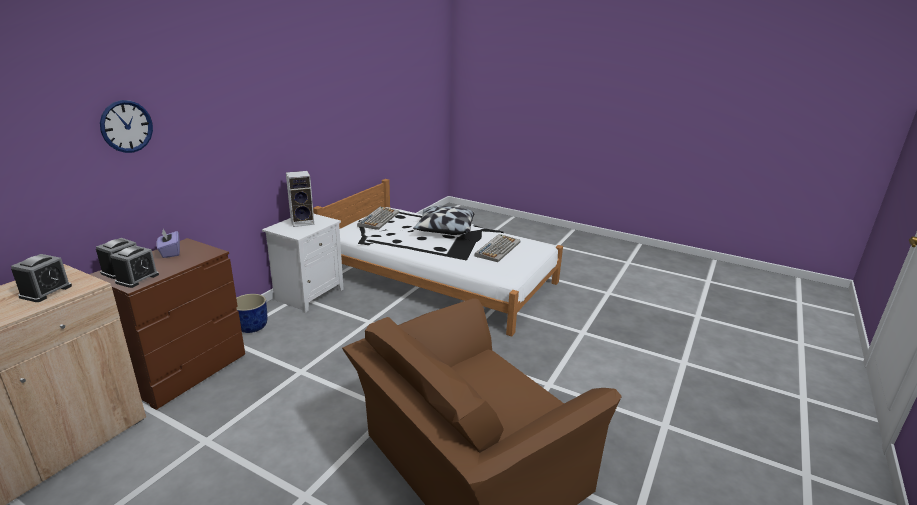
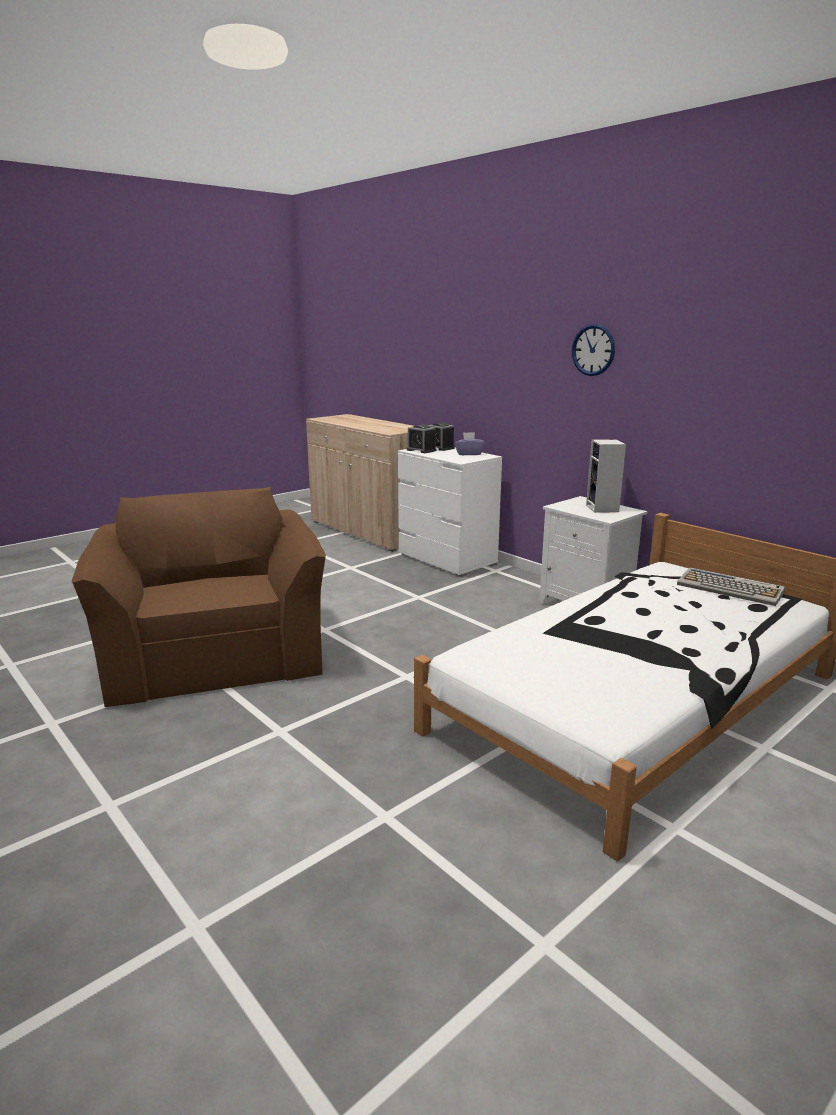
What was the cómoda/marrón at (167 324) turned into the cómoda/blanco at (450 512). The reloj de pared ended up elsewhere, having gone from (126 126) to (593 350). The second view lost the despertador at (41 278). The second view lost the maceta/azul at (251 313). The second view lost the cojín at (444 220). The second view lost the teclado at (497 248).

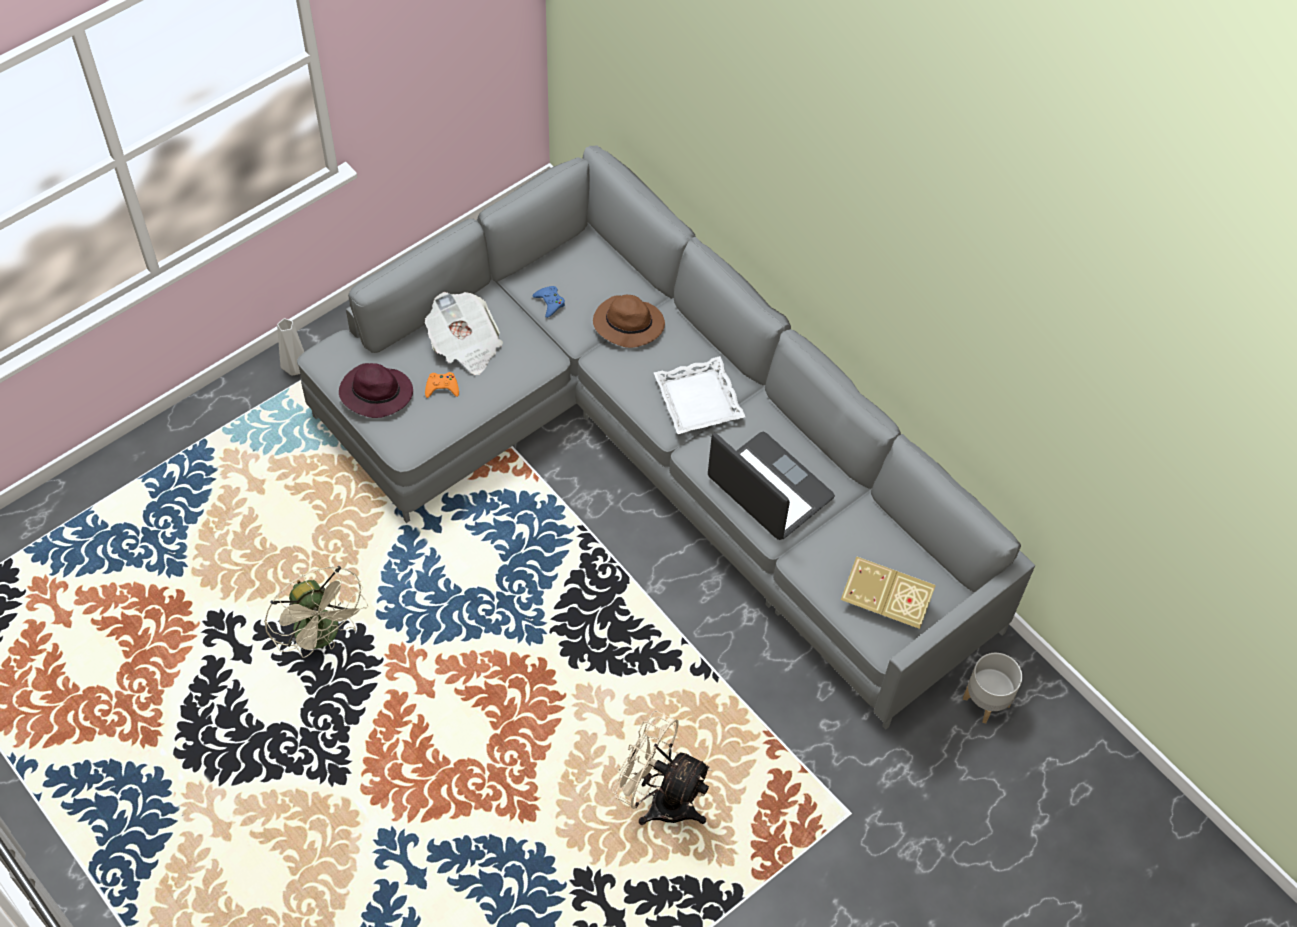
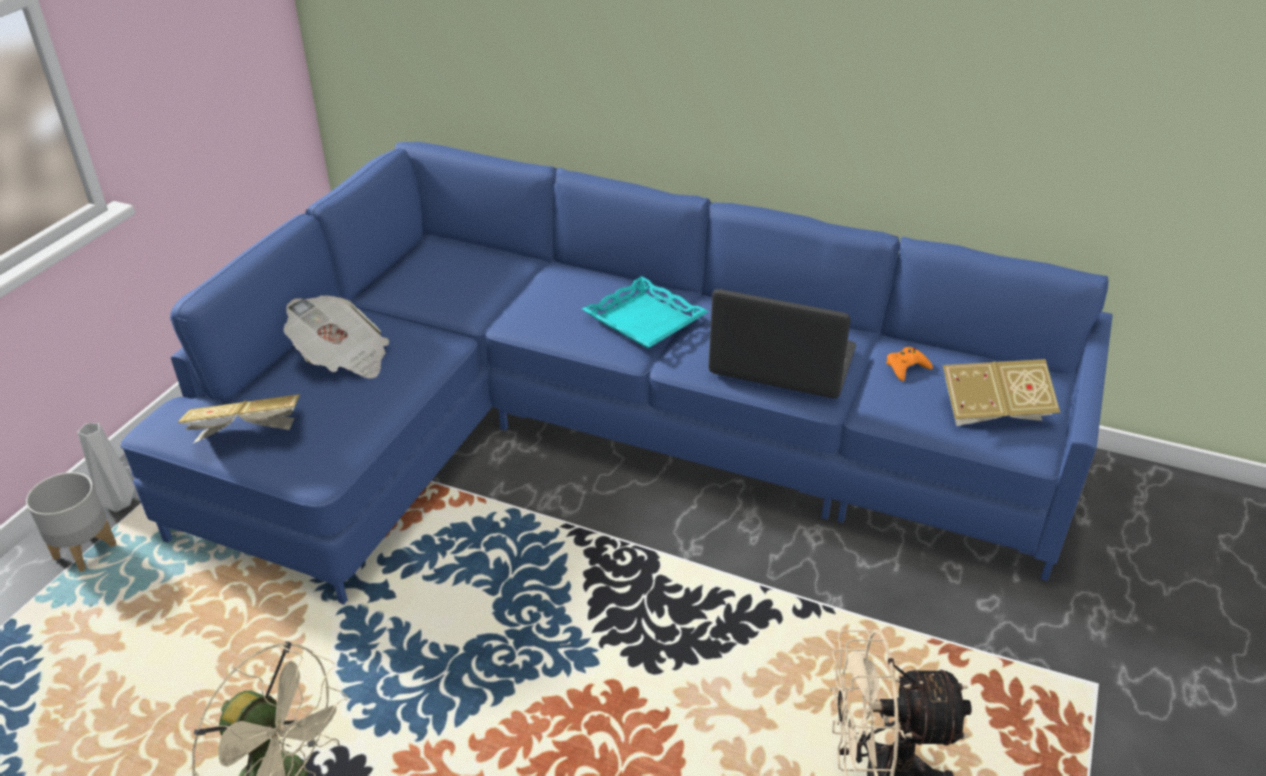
The maceta/gris ended up elsewhere, having gone from (992 688) to (71 522). What was the sofá/gris at (666 437) turned into the sofá/azul at (617 373). Where the sombrero/morado stood at (376 390), the libro came to stand at (239 418). What was the bandeja/blanco at (699 395) turned into the bandeja/turquesa at (645 312). The mando de consola/naranja ended up elsewhere, having gone from (442 385) to (909 364). The second view lost the mando de consola/azul at (549 302). The second view lost the sombrero/marrón at (629 321).

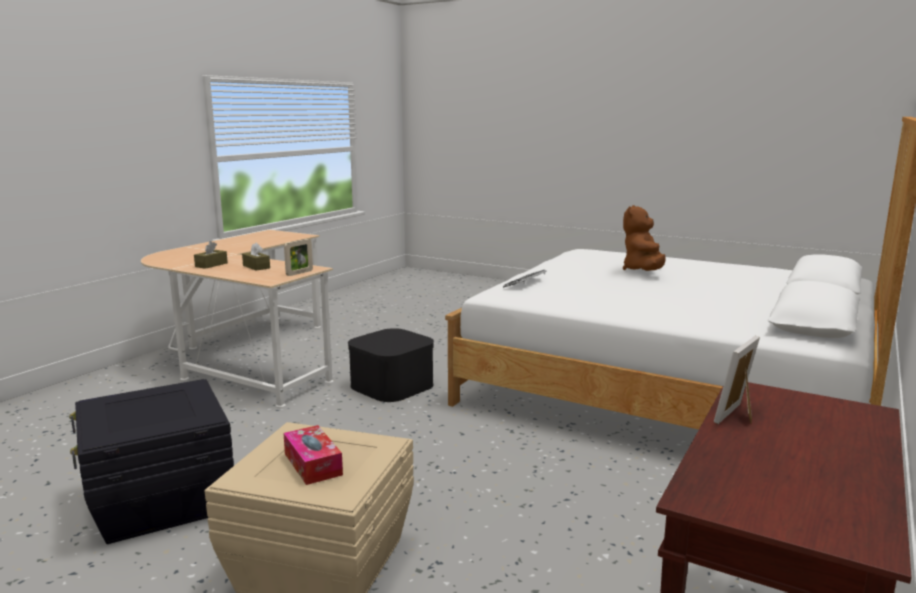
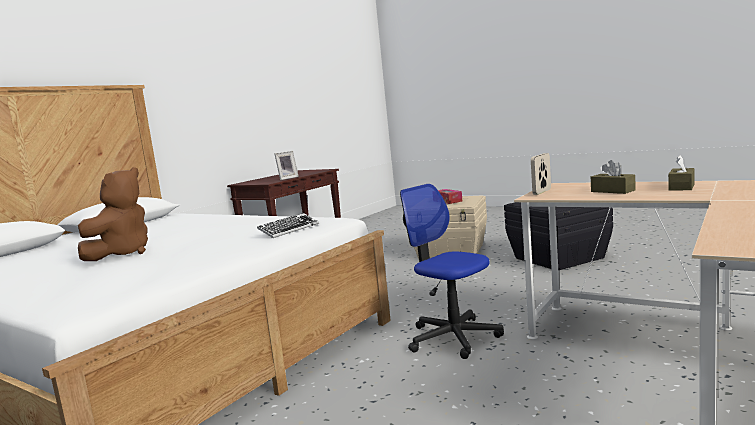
Where the caja de almacenaje/negro stood at (391 365), the silla de oficina came to stand at (452 271).

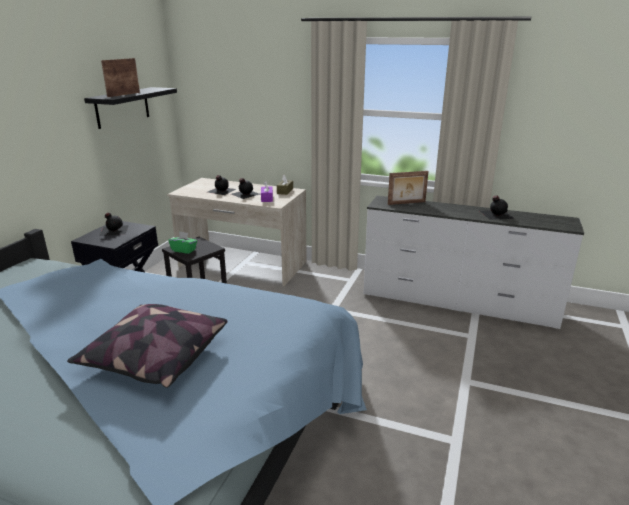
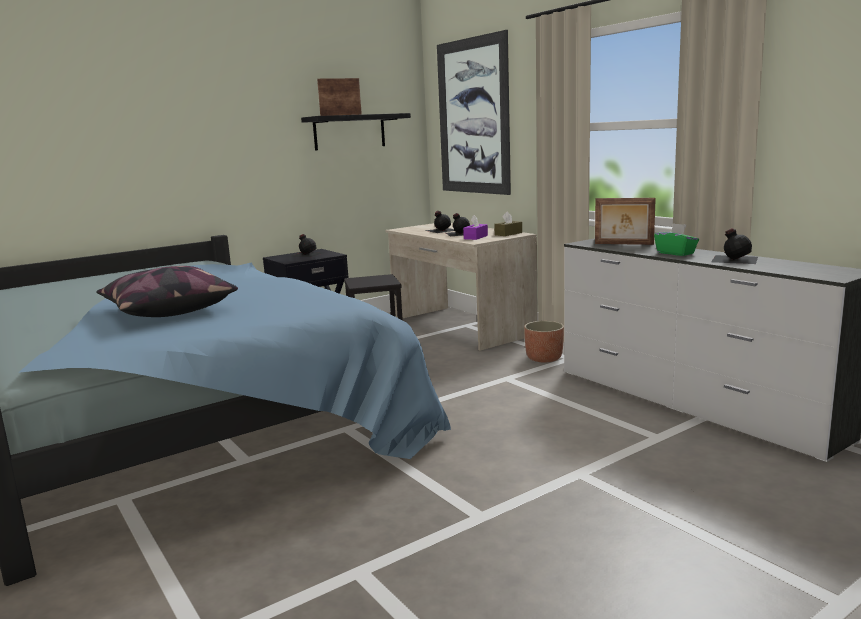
The second view gained the cuadro at (474 112). The second view gained the maceta at (544 341). The caja de pañuelos/verde ended up elsewhere, having gone from (182 242) to (676 239).

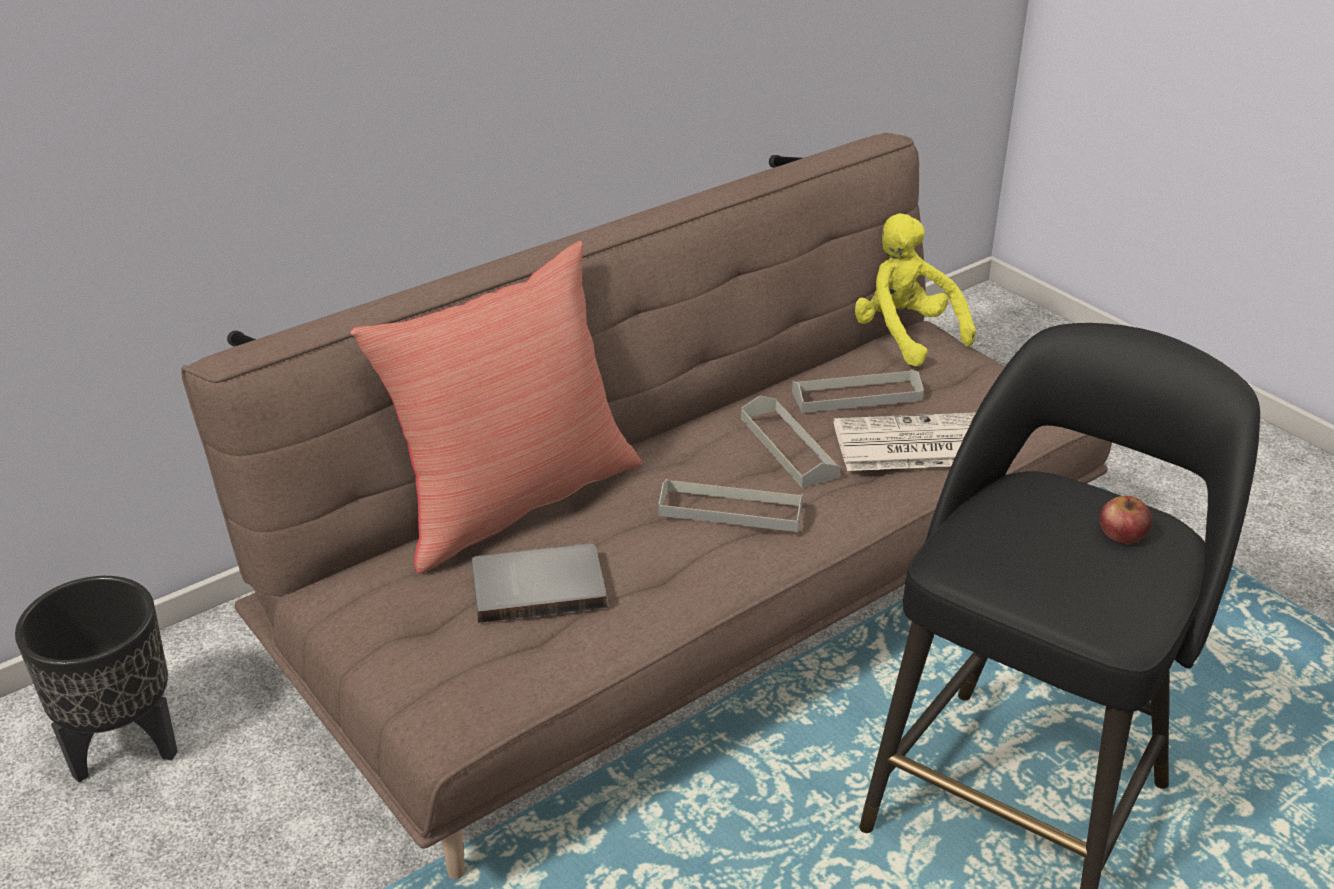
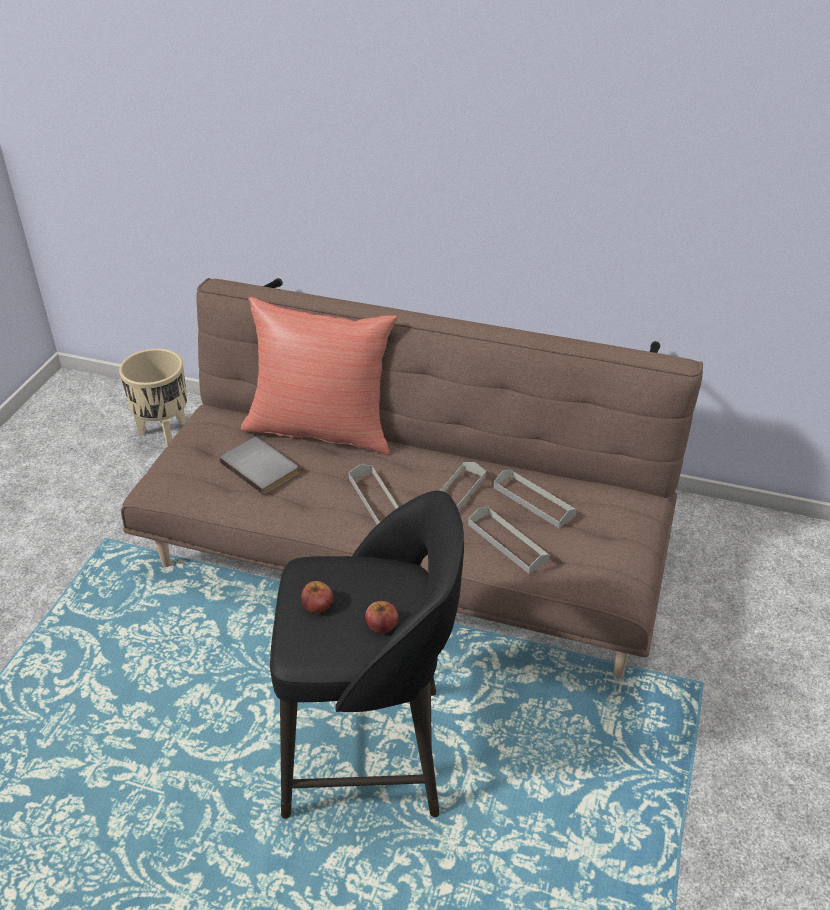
What was the maceta/negro at (96 679) turned into the maceta/beis at (153 398). The second view gained the manzana at (317 597). Where the periódico stood at (905 441), the bandeja/gris came to stand at (509 540). The second view lost the peluche/amarillo at (915 289).

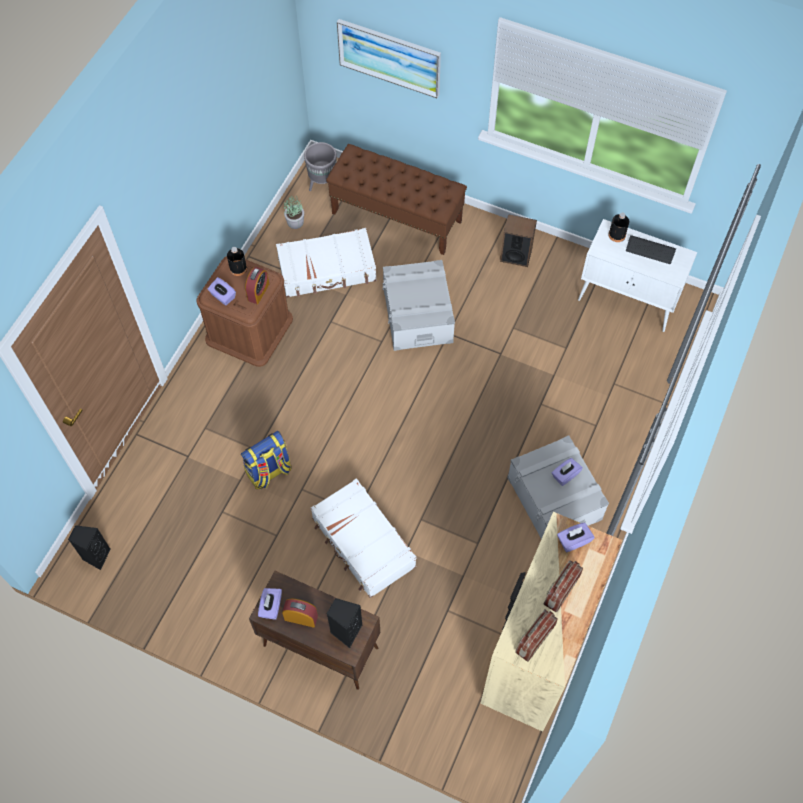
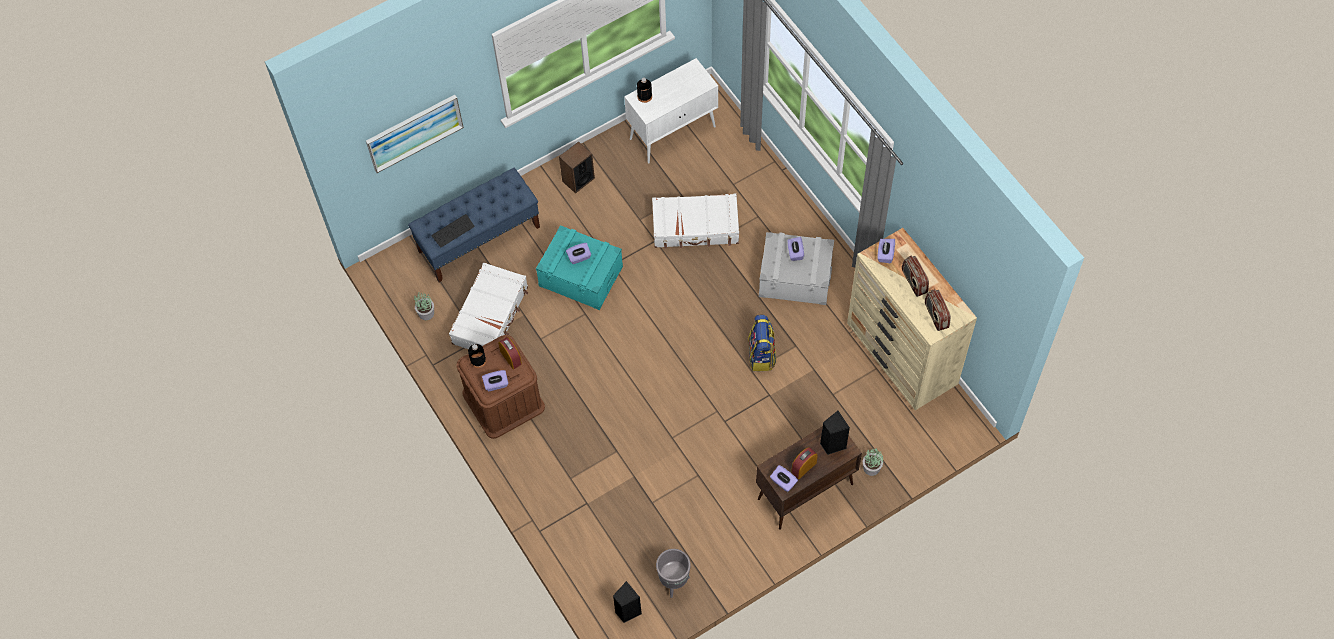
What was the banco/marrón at (396 199) turned into the banco/azul at (474 225). The teclado ended up elsewhere, having gone from (651 249) to (452 230). What was the caja de almacenaje/gris at (418 305) turned into the caja de almacenaje/turquesa at (579 267). The second view gained the caja de pañuelos/morado at (578 253). The maleta/blanco ended up elsewhere, having gone from (363 538) to (695 221). The maceta/gris ended up elsewhere, having gone from (320 166) to (673 573). The mochila ended up elsewhere, having gone from (266 460) to (762 343). The second view gained the planta en maceta at (873 462).

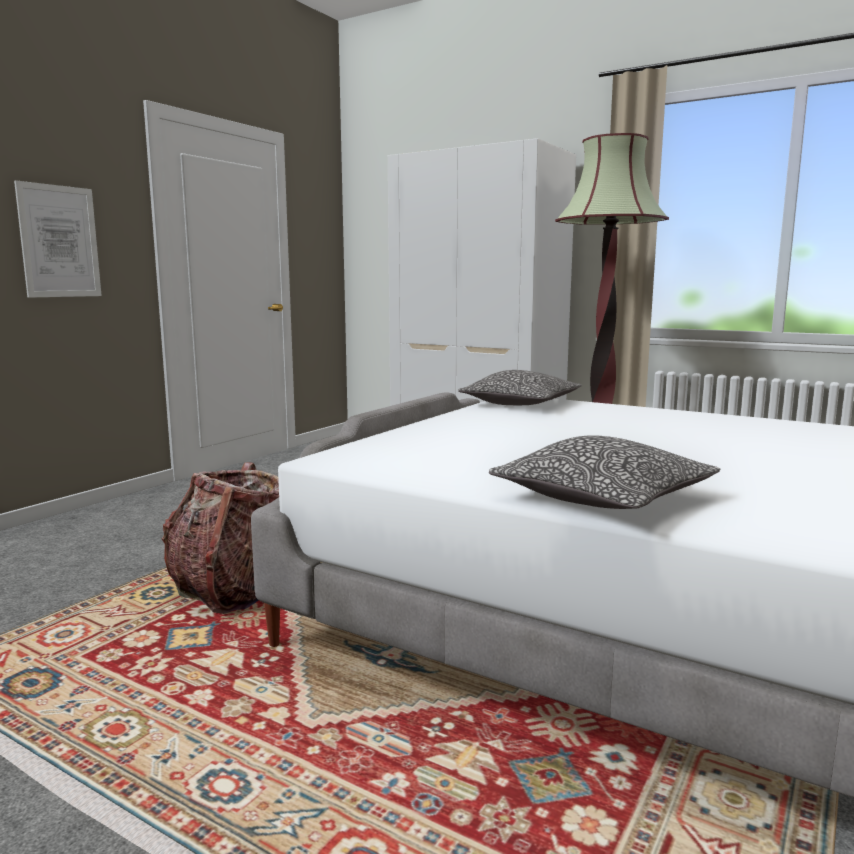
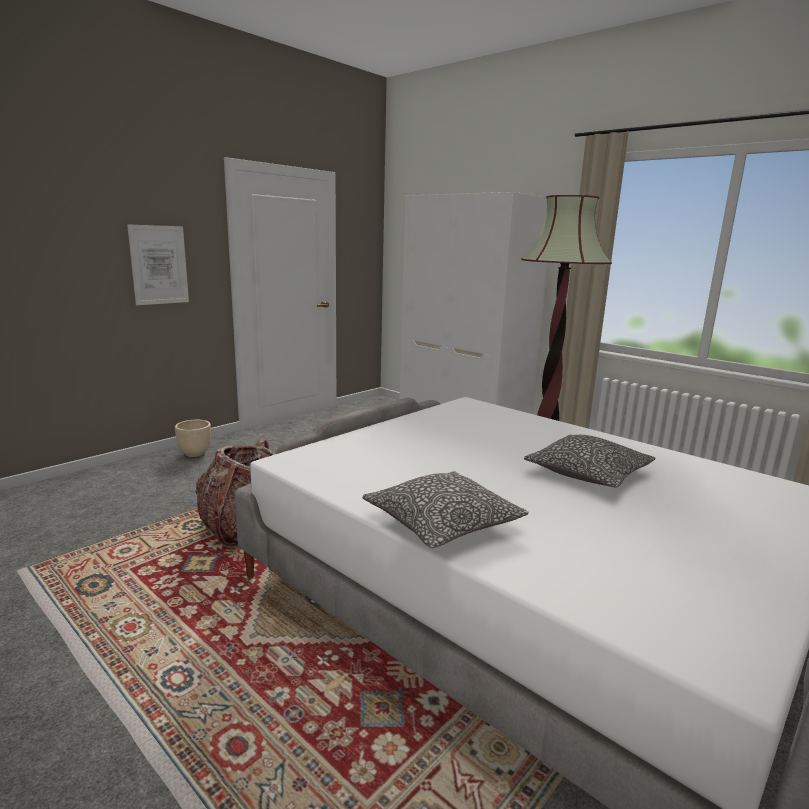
The second view gained the maceta/beis at (193 438). The cojín ended up elsewhere, having gone from (520 387) to (590 461).

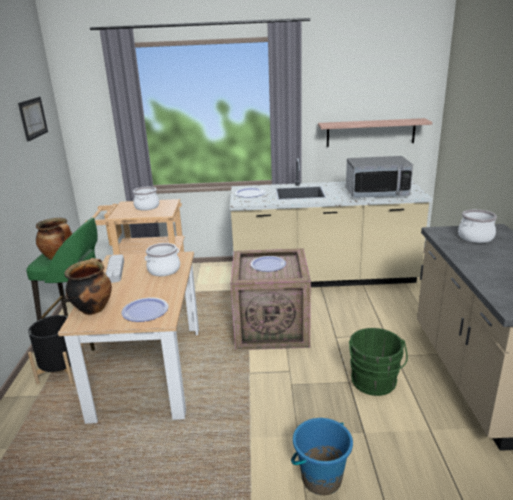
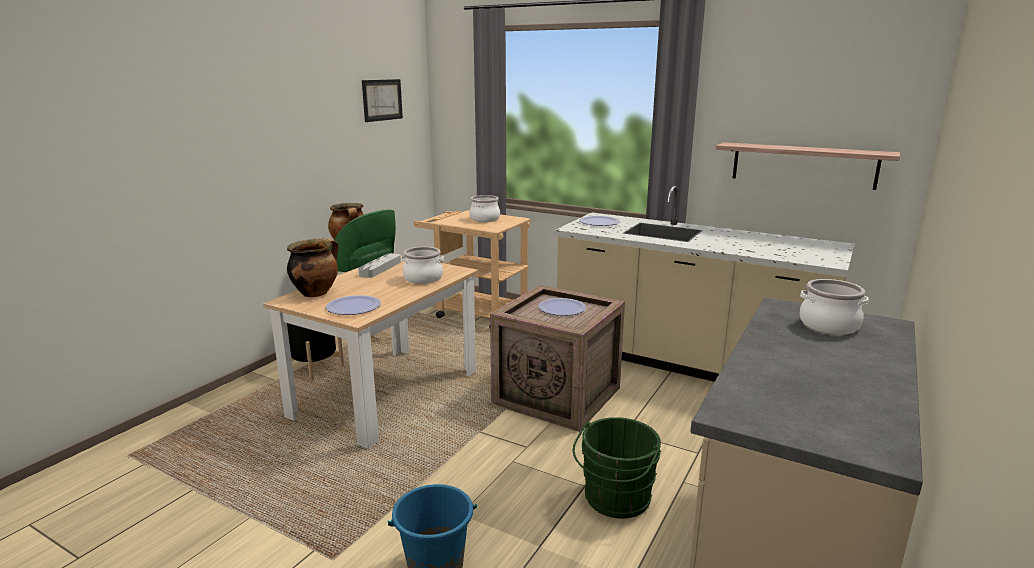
The second view lost the microondas at (379 177).

